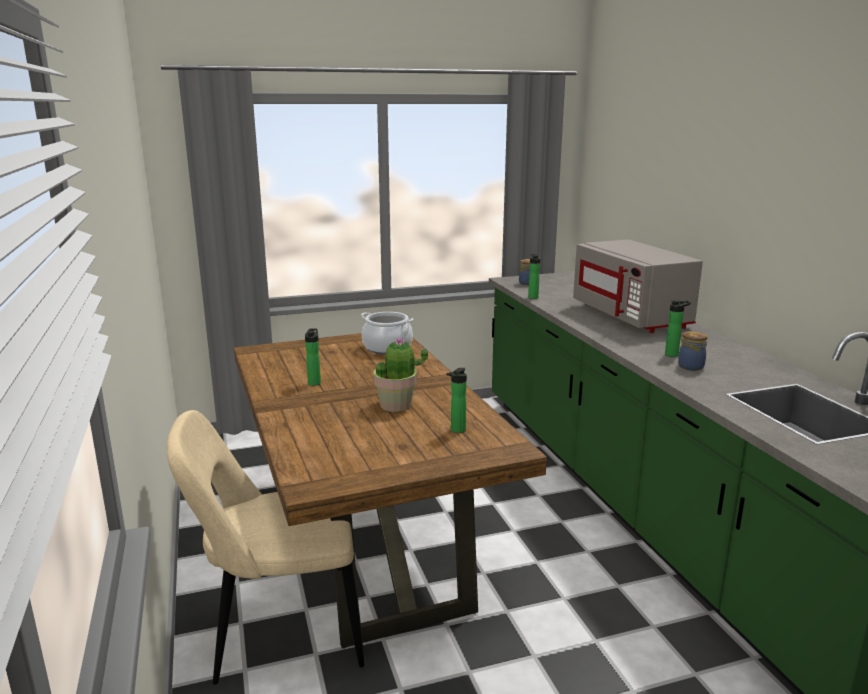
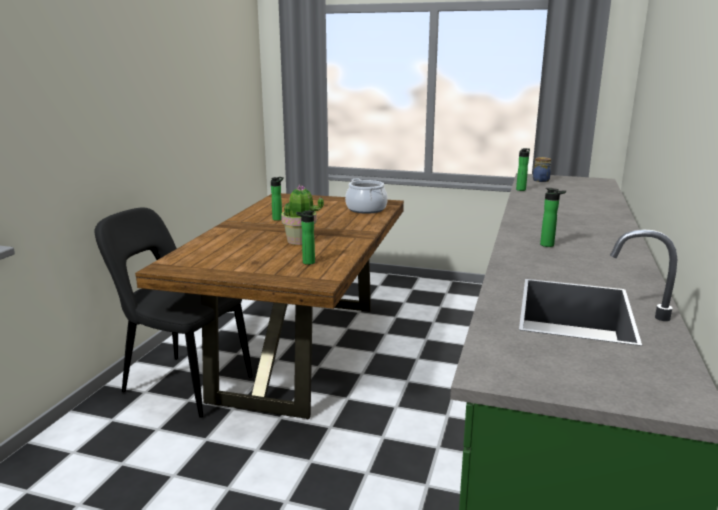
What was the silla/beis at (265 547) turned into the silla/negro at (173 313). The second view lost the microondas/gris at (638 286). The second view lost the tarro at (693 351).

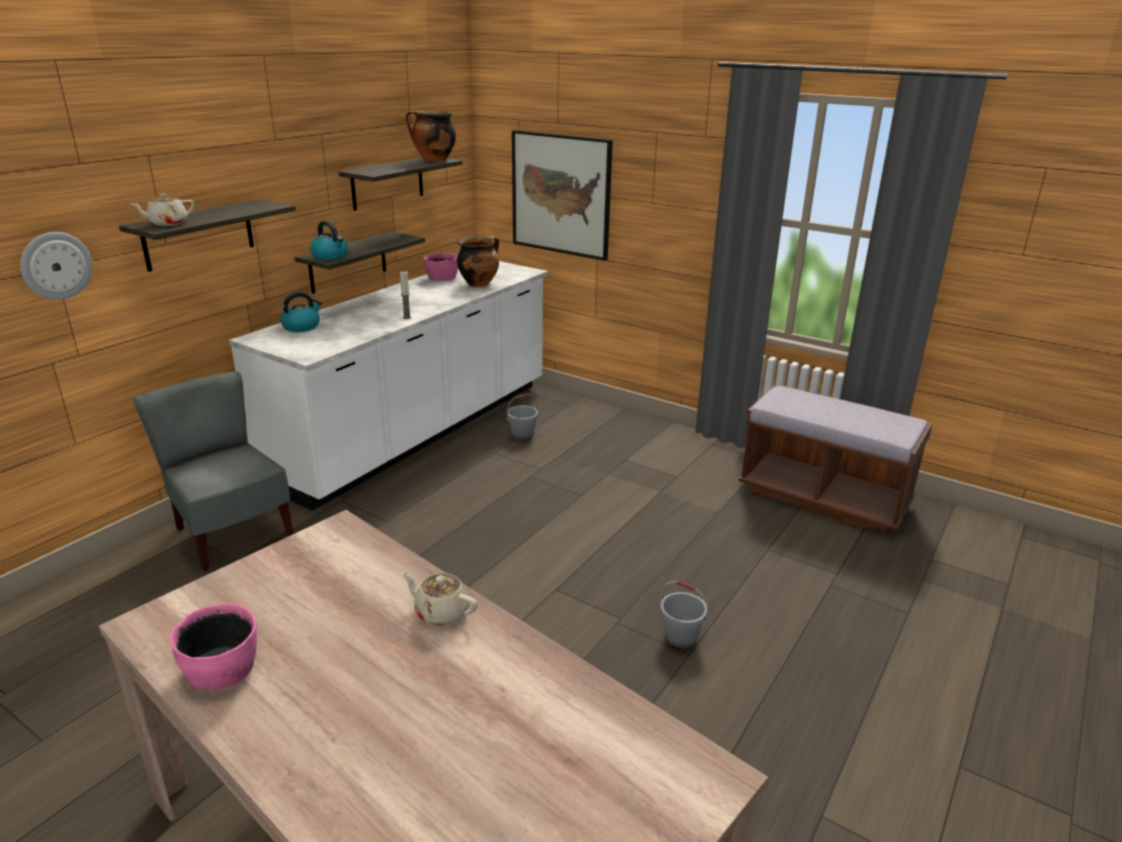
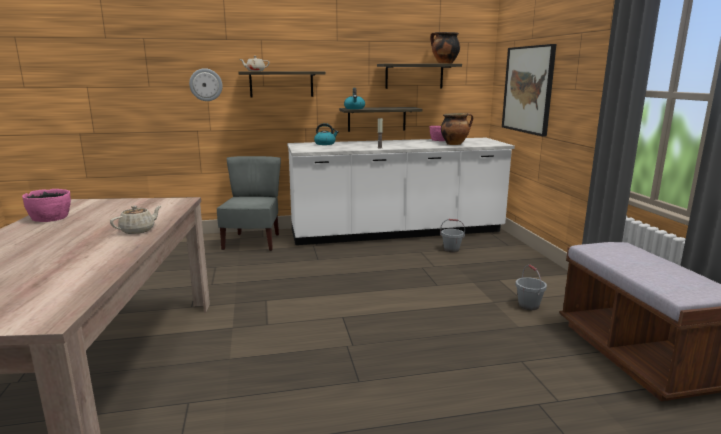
The tetera/beis at (439 598) ended up facing another way, 60 degrees clockwise from before. The cubo/gris ended up elsewhere, having gone from (684 614) to (531 287).

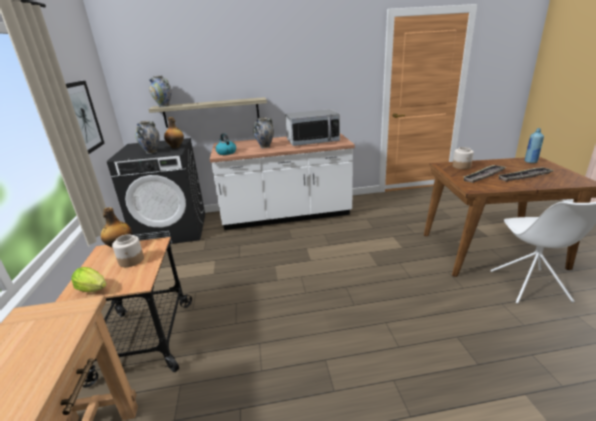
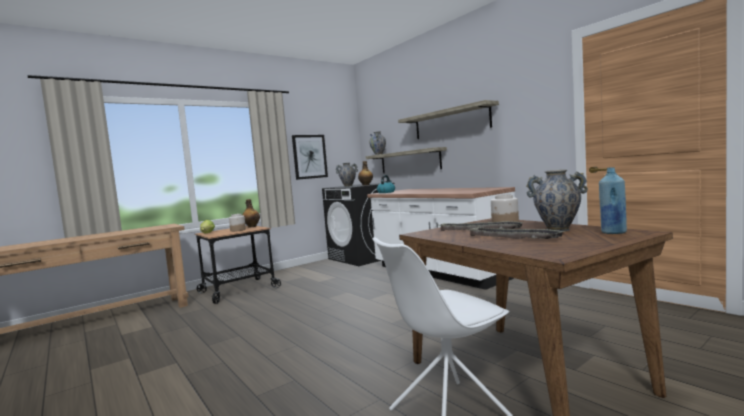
The second view gained the estante at (448 119). The florero ended up elsewhere, having gone from (263 132) to (557 200). The second view lost the microondas at (312 127).

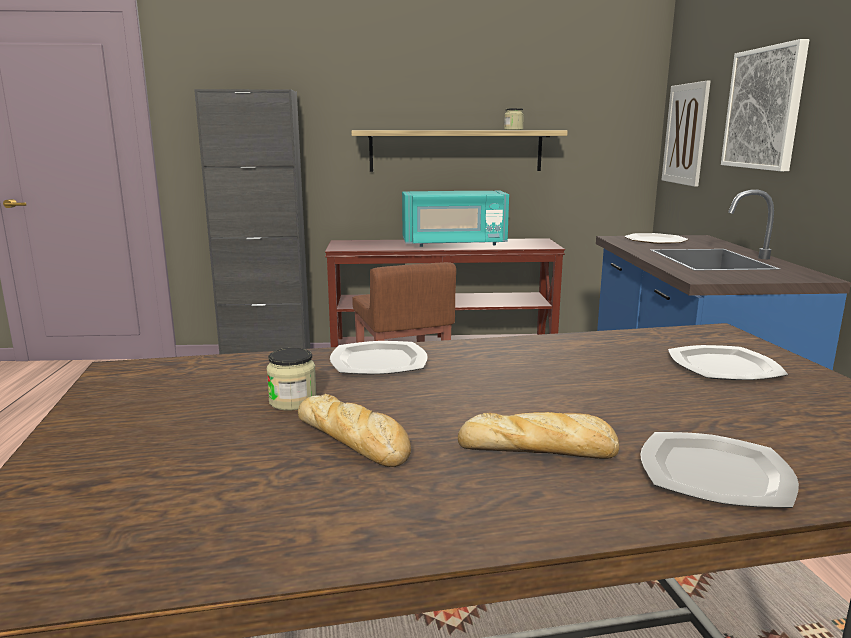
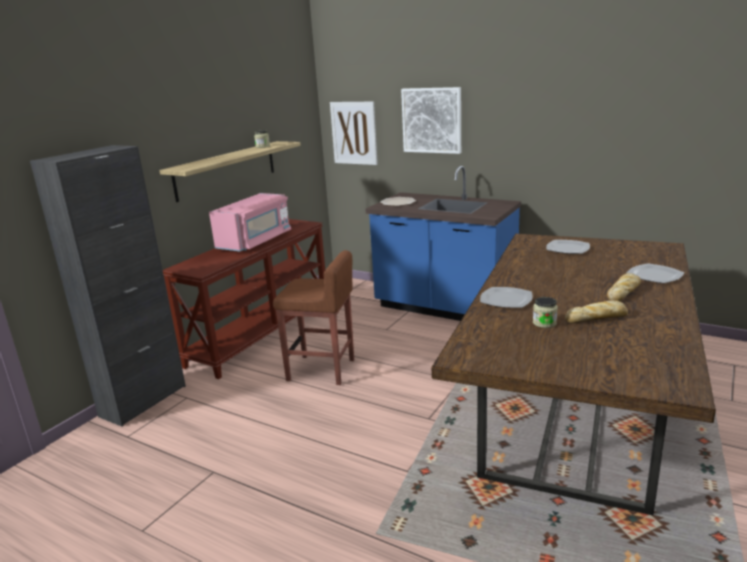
What was the microondas/turquesa at (455 219) turned into the microondas/rosa at (250 222).

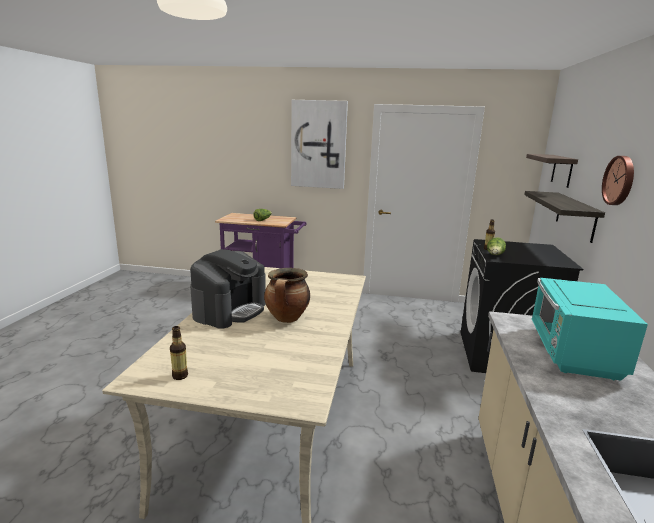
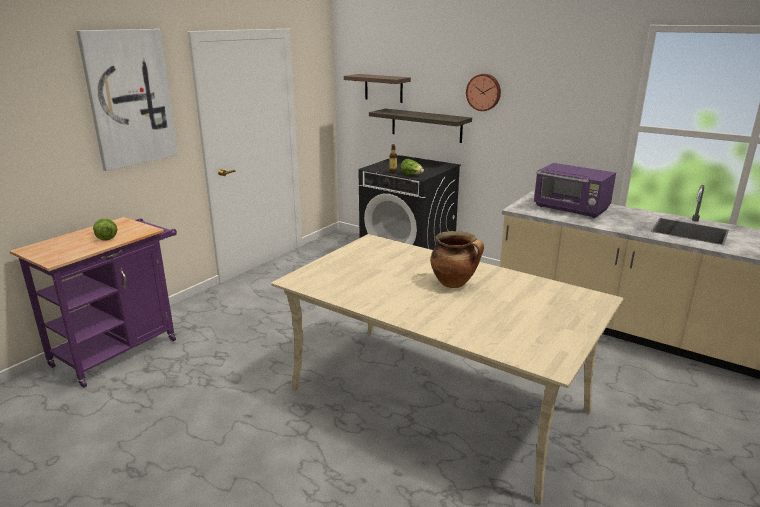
What was the microondas/turquesa at (589 329) turned into the microondas/morado at (575 190). The second view lost the botella at (179 353). The second view lost the cafetera at (228 289).

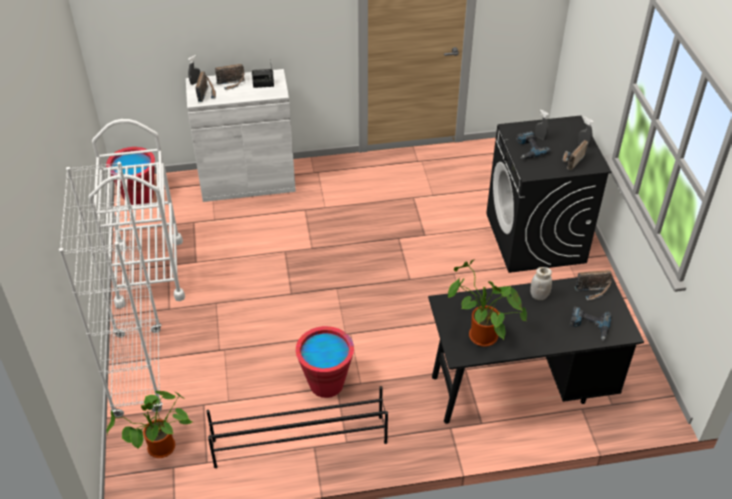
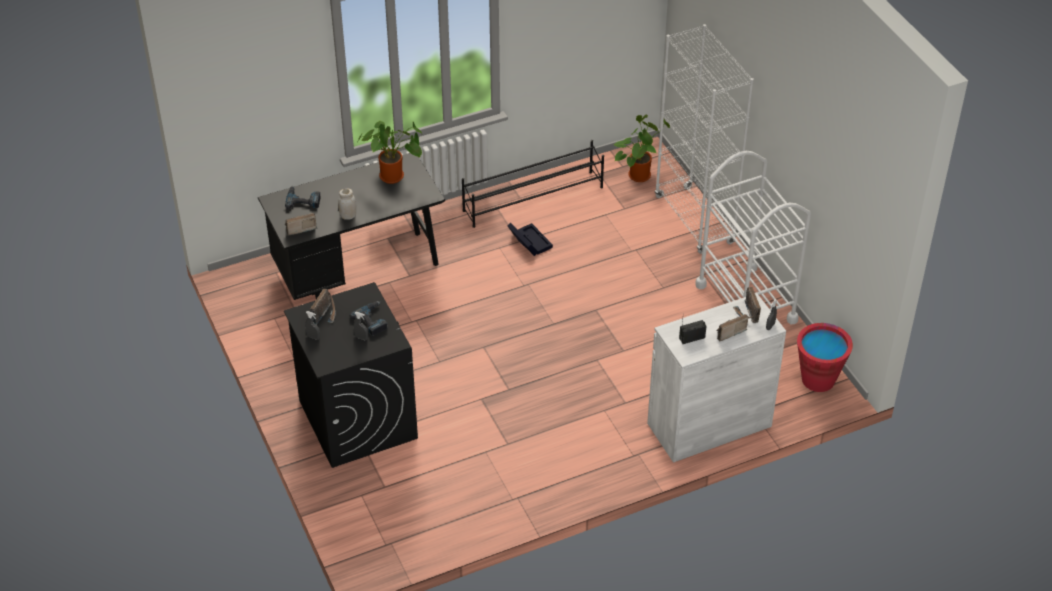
Where the cubo/rojo stood at (325 362), the caja de almacenaje/negro came to stand at (530 239).

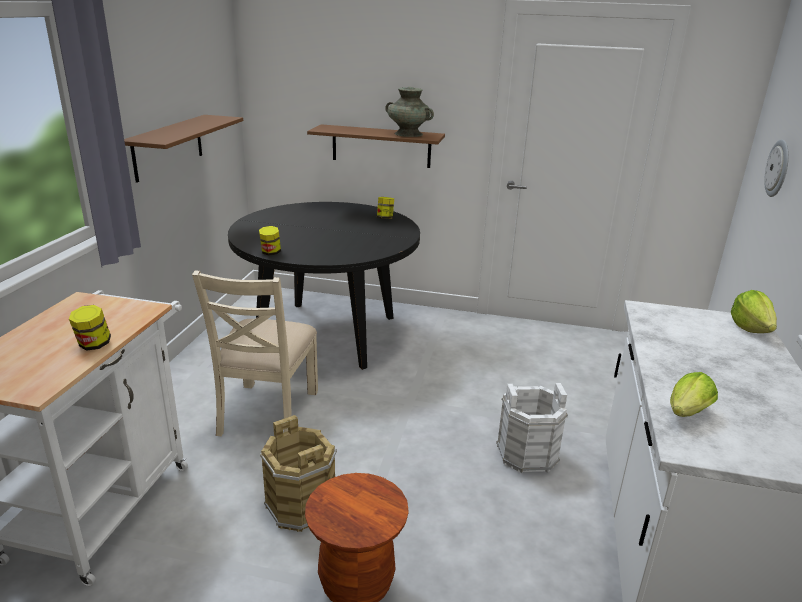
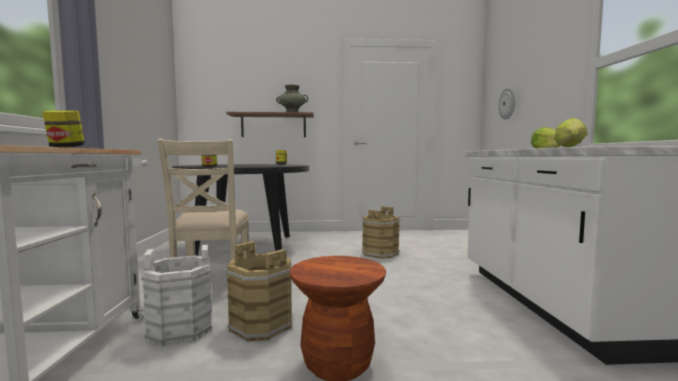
The cubo/blanco ended up elsewhere, having gone from (532 428) to (176 295). The second view gained the cubo/marrón at (381 232). The second view lost the estante/marrón at (183 149).

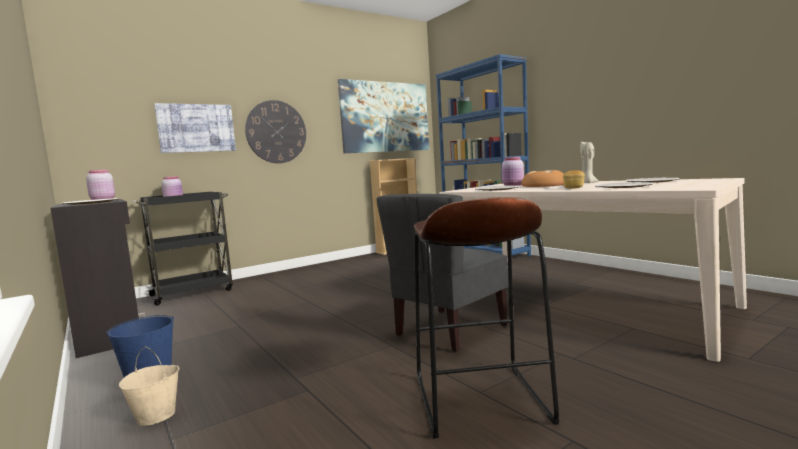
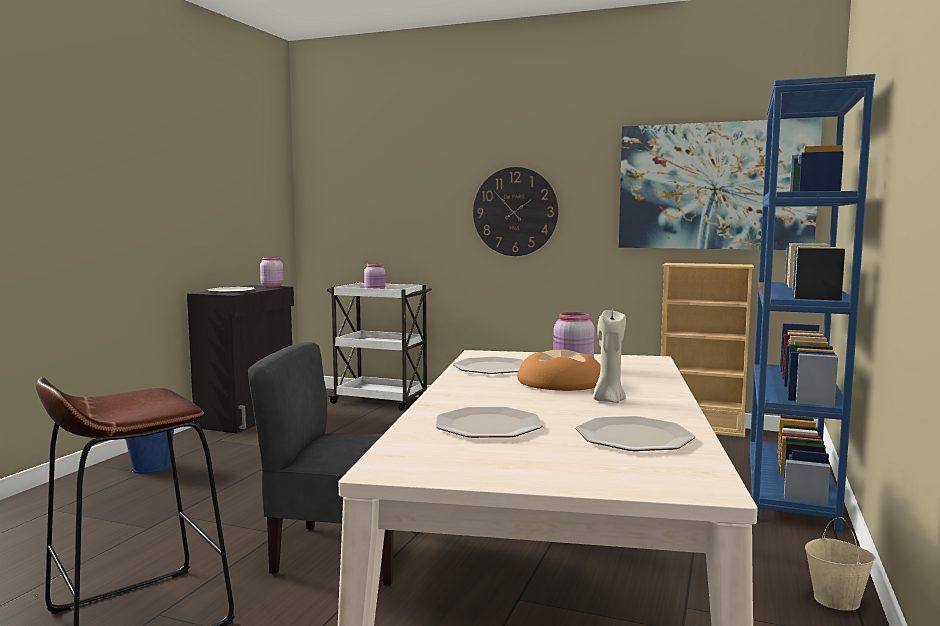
What was the carrito/negro at (183 248) turned into the carrito/blanco at (379 347). The cubo/beis ended up elsewhere, having gone from (149 386) to (840 564). The second view lost the cuadro at (195 128). The second view lost the pan at (574 179).

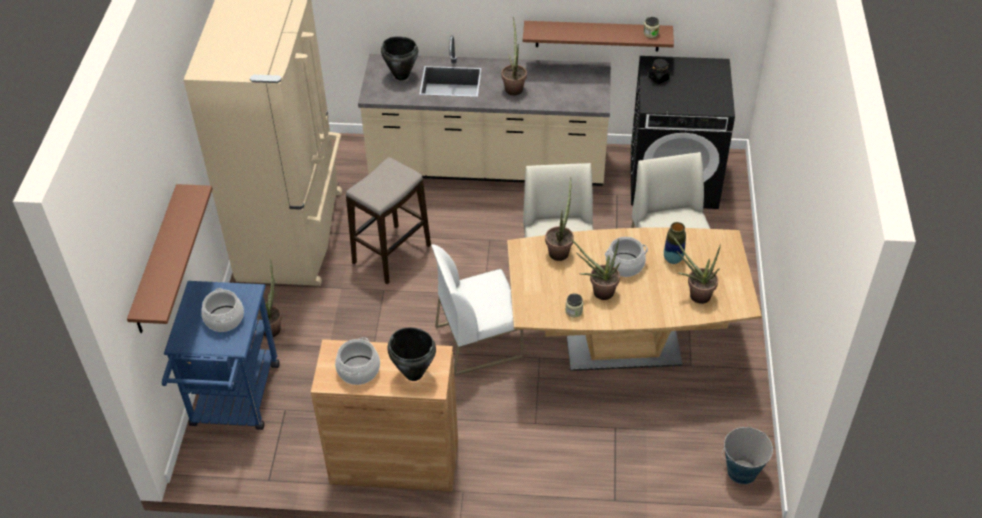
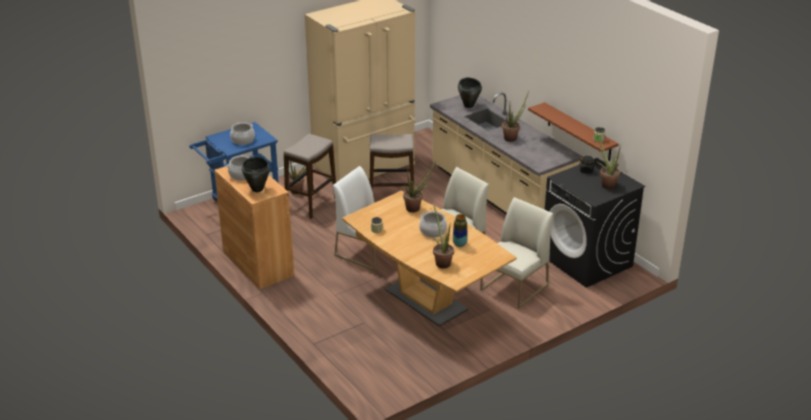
The second view gained the taburete at (310 176). The planta en maceta ended up elsewhere, having gone from (595 269) to (608 161). The second view lost the estante/marrón at (170 258). The second view lost the cubo at (747 455).

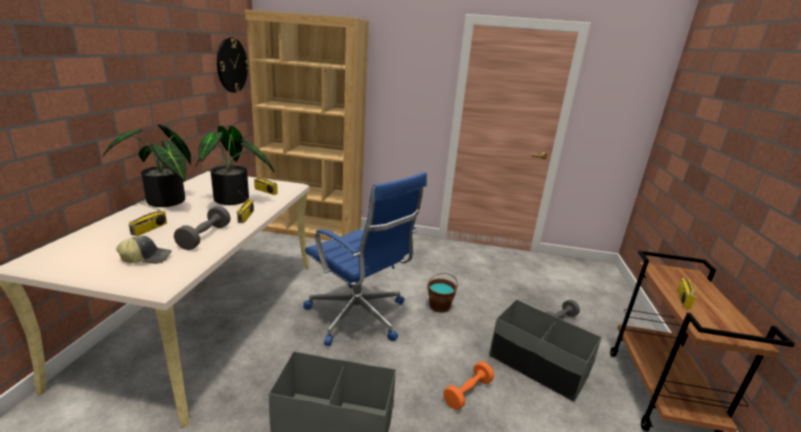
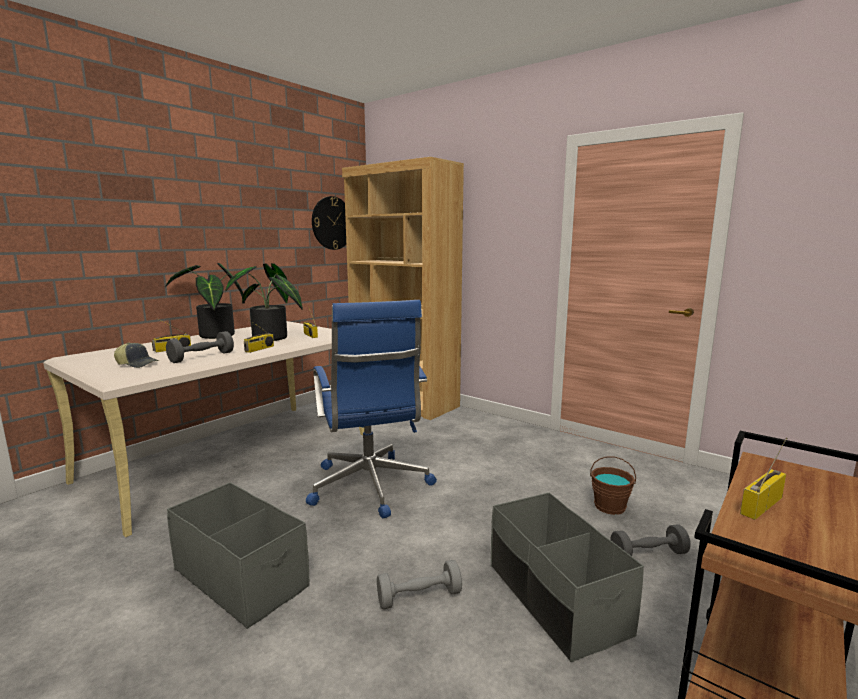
What was the mancuerna/naranja at (468 385) turned into the mancuerna/gris at (419 585). The cubo/marrón ended up elsewhere, having gone from (442 293) to (613 485).

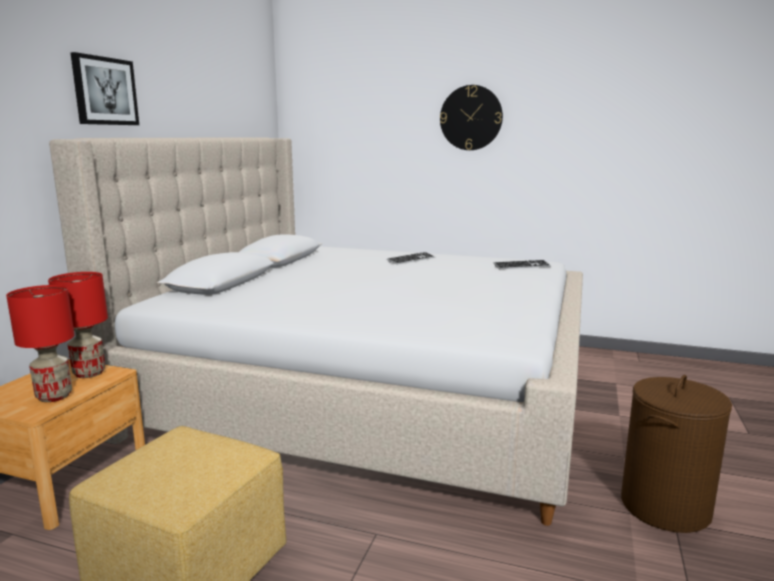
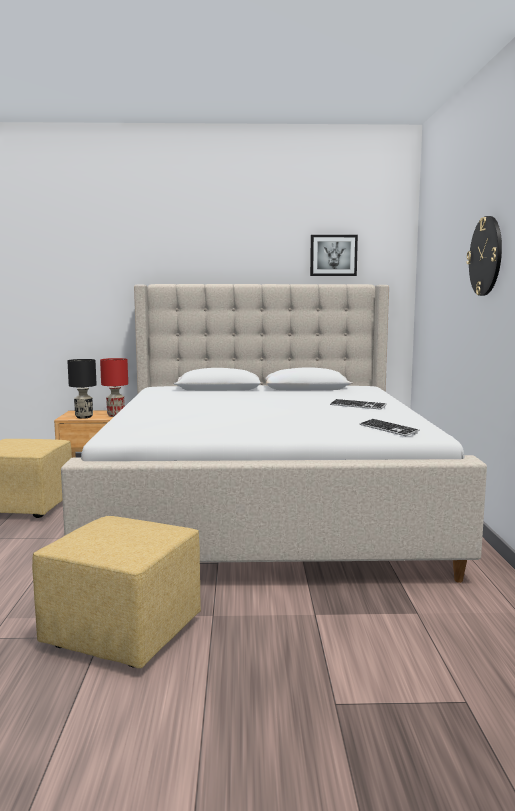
Where the cesto de la ropa/marrón stood at (676 454), the puf/amarillo came to stand at (116 592). What was the lámpara de mesa/rojo at (40 343) turned into the lámpara de mesa/negro at (82 389). The cuadro ended up elsewhere, having gone from (104 88) to (334 255).

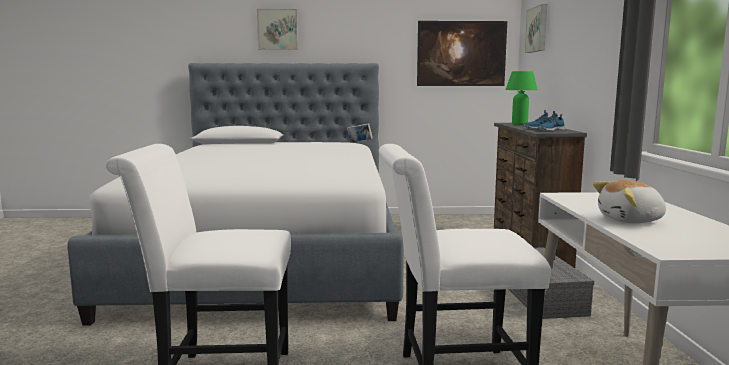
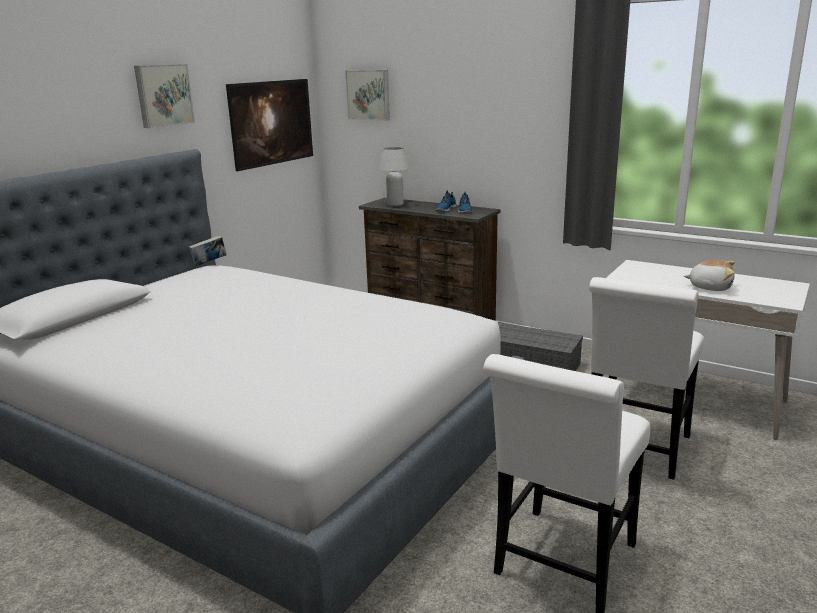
The cuadro ended up elsewhere, having gone from (277 29) to (164 96). What was the lámpara de mesa/verde at (522 98) turned into the lámpara de mesa/blanco at (394 176). The peluche at (629 201) ended up facing another way, 90 degrees counterclockwise from before.

